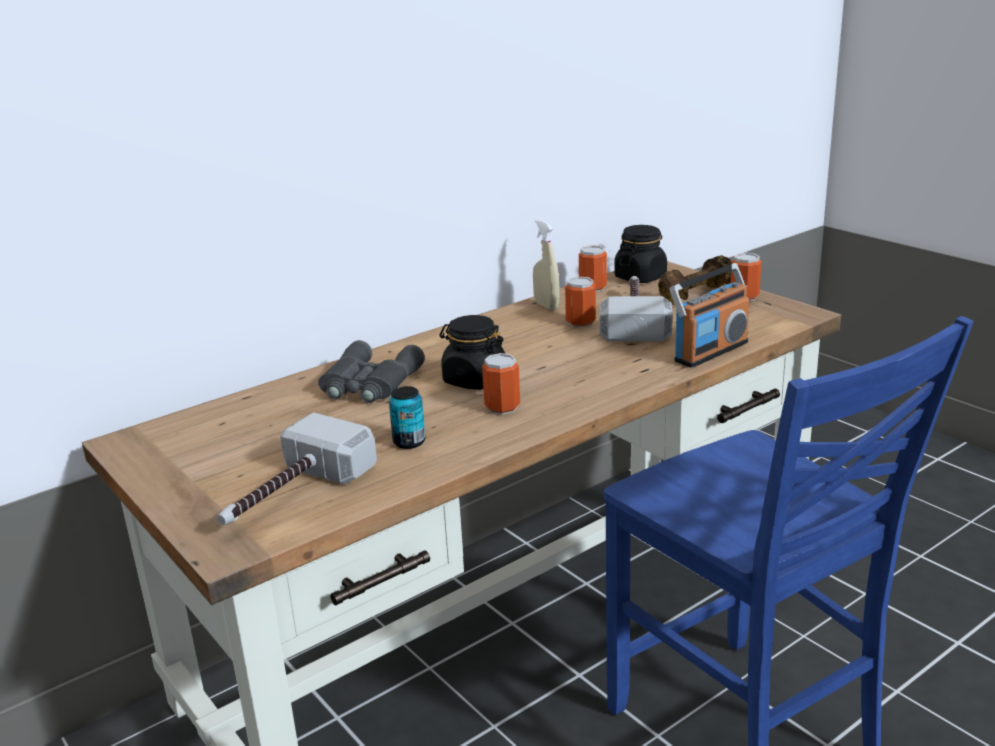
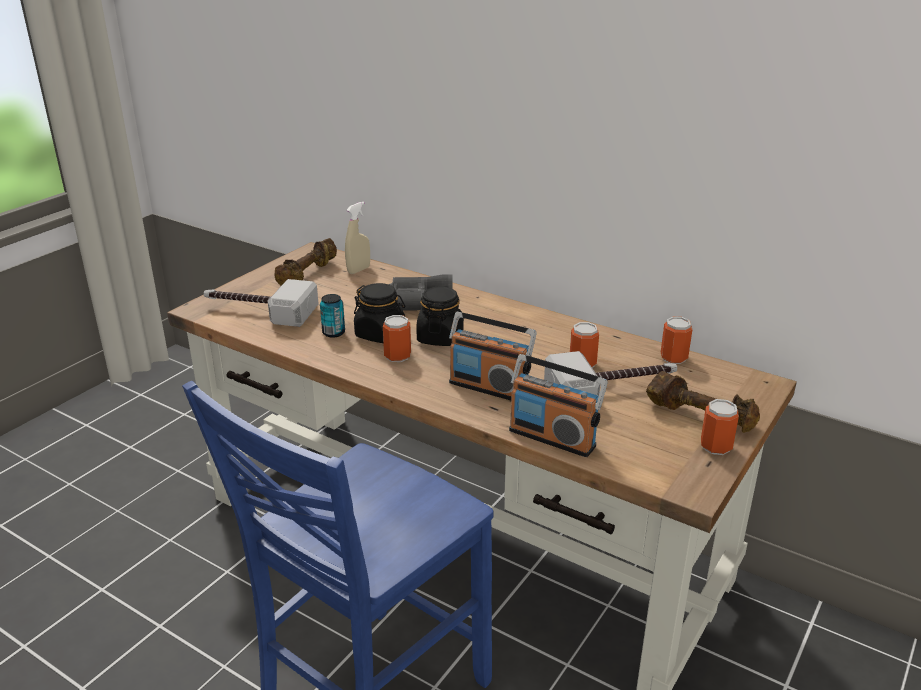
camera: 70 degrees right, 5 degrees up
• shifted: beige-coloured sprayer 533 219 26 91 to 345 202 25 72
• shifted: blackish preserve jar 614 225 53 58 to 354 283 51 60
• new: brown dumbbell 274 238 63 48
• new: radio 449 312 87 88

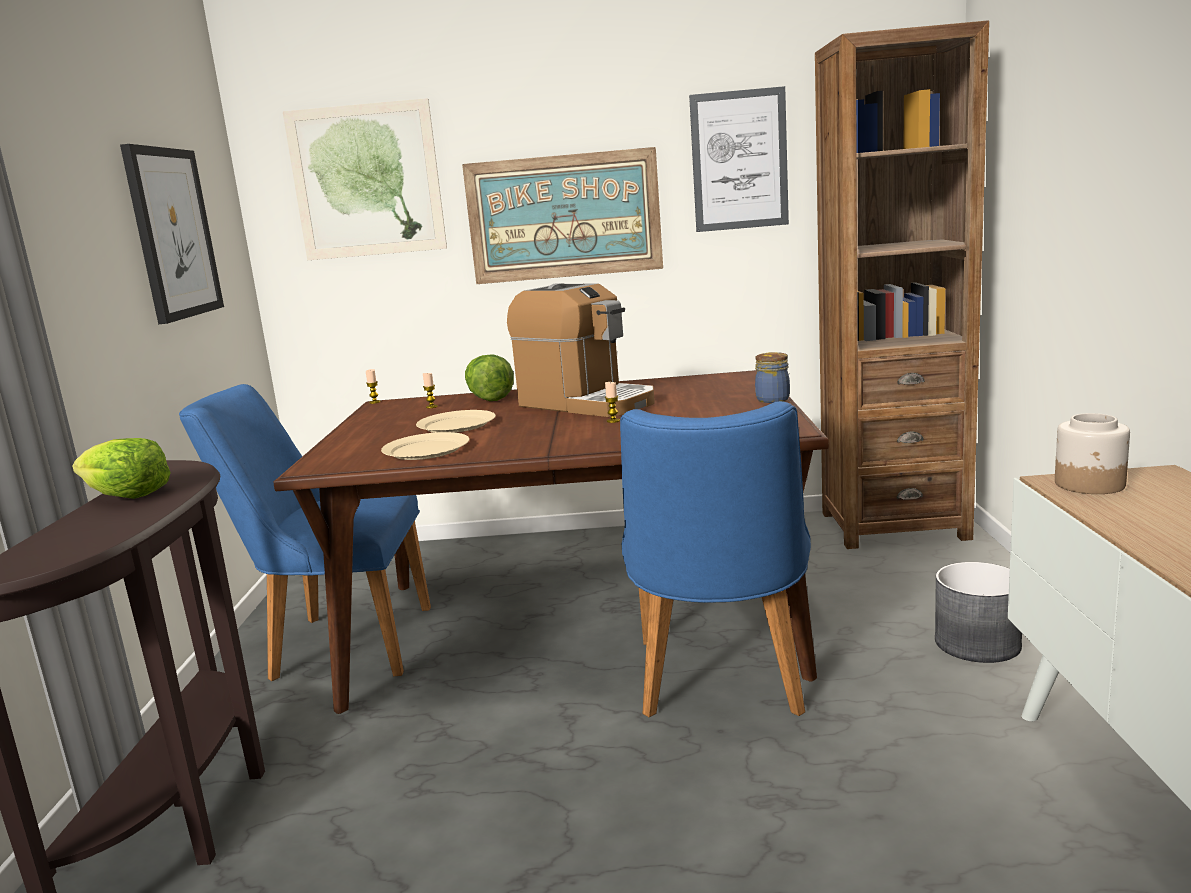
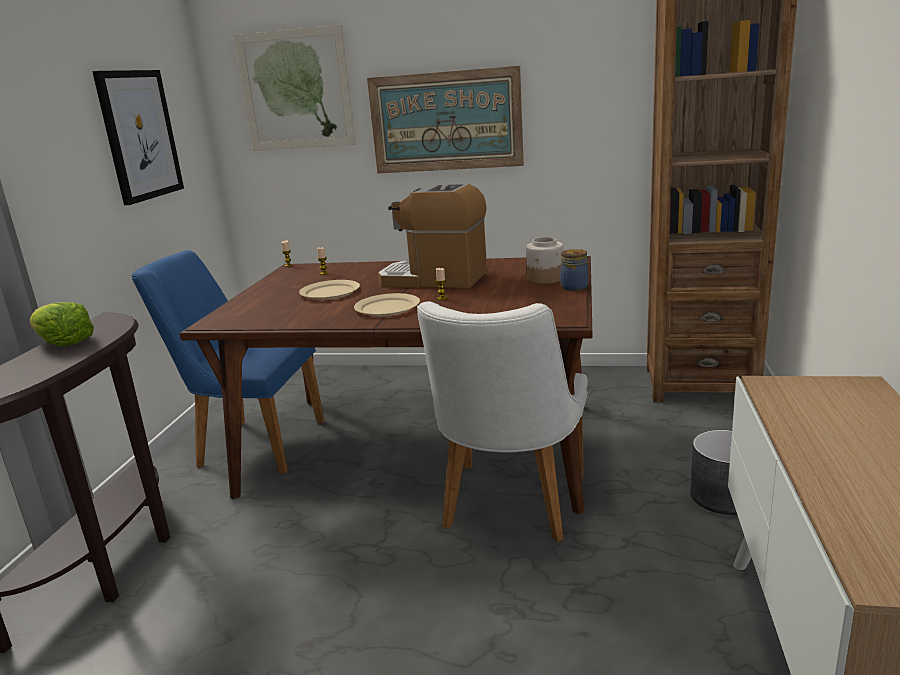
camera: 10 degrees right, 5 degrees up
• gone: wall art 689 86 100 146
• rotated: coffee maker 507 283 148 134 = 378 184 109 105 150 degrees clockwise
• gone: head of lettuce 465 354 49 47
• repainted: blue-coloured plain chair 620 401 191 316 to white-coloured plain chair 417 301 171 241
• shifted: preserve jar 1055 413 75 81 to 526 237 38 47
• shifted: beige-coloured dinner plate 381 432 88 28 to 354 293 66 23

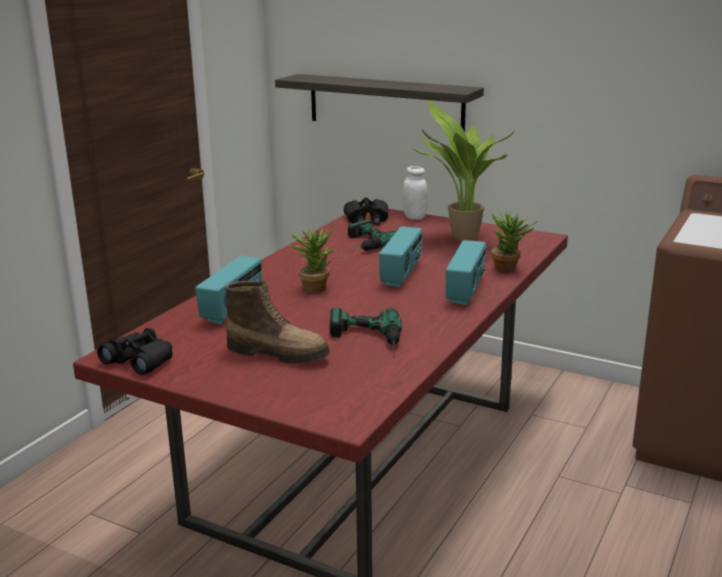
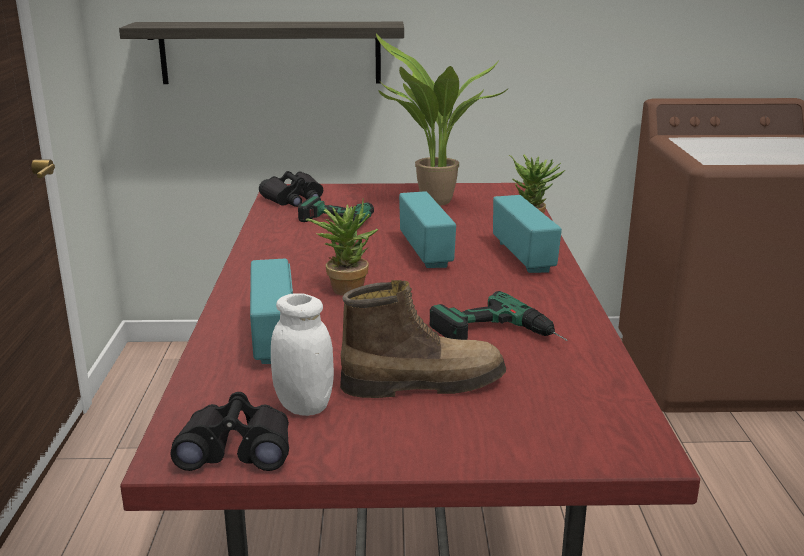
camera: 30 degrees left, 0 degrees up
• shifted: white-coloured preserve jar 402 166 26 54 to 271 293 63 123

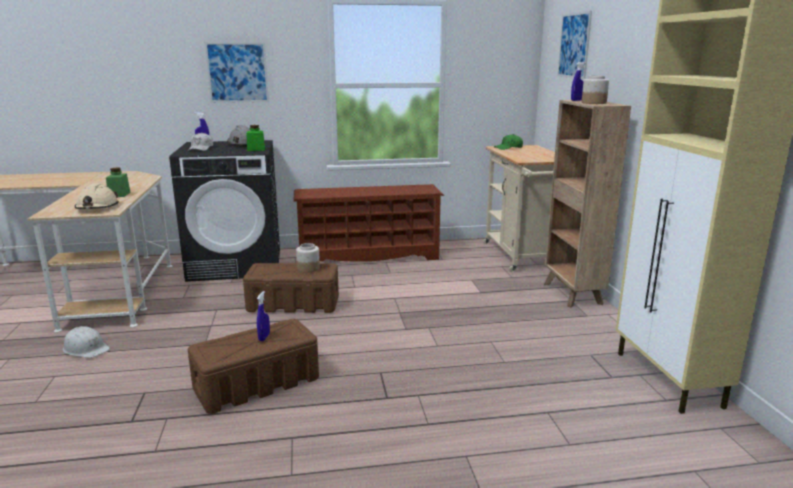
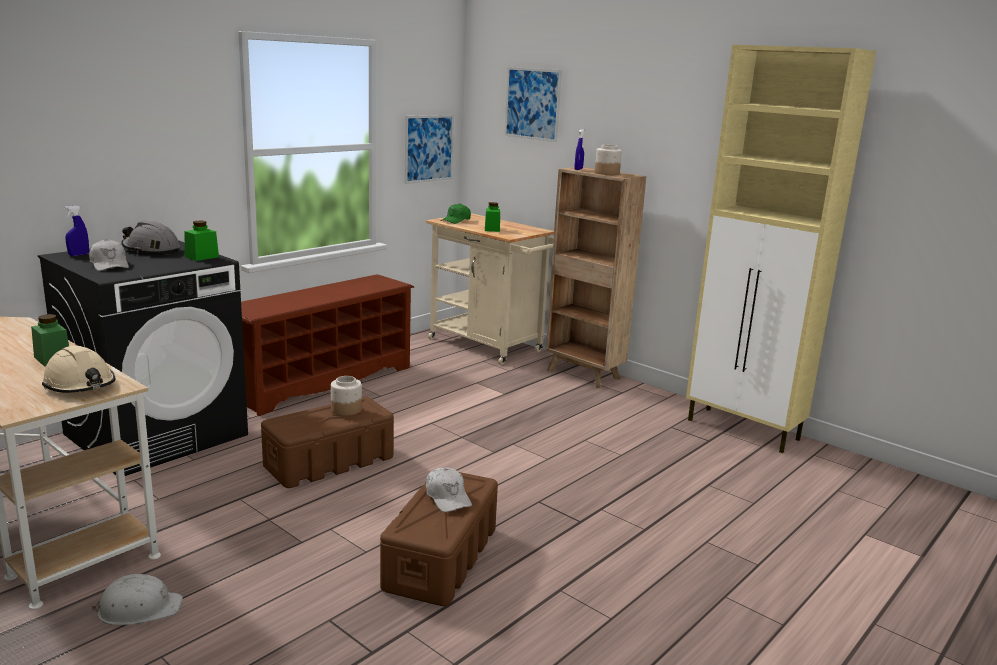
camera: 40 degrees left, 0 degrees up
• shifted: wall art 205 42 64 61 to 405 115 49 69
• swapped: blue-coloured sprayer 257 291 13 50 to white-coloured baseball cap 426 468 46 44
• new: green-coloured preserve jar 485 202 15 30

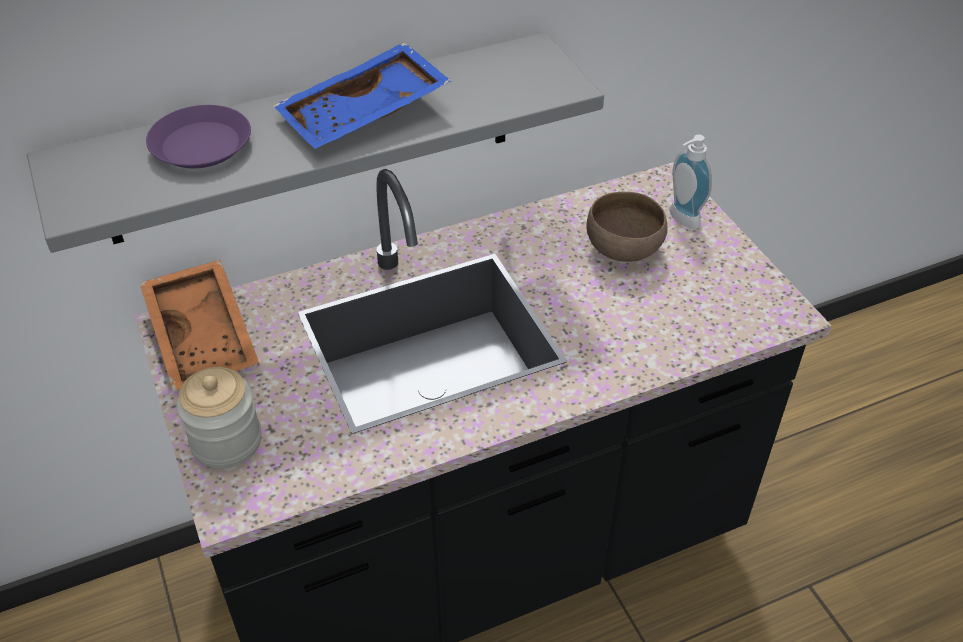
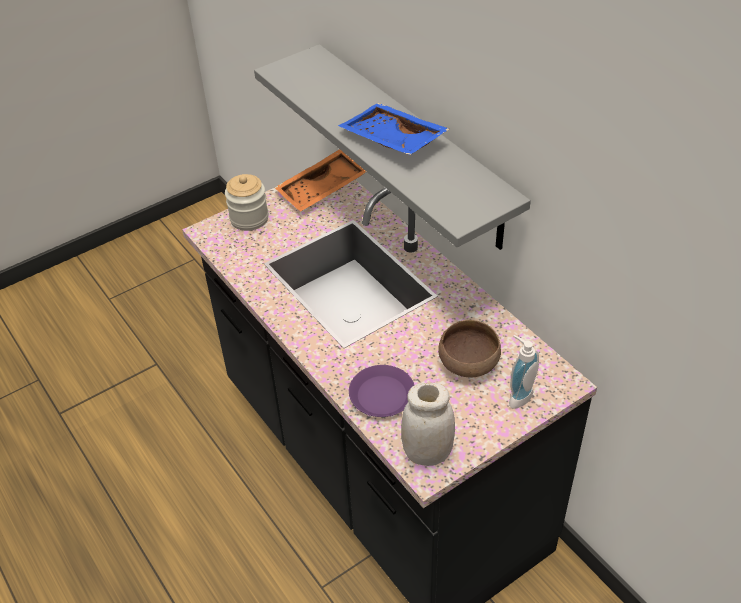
camera: 80 degrees right, 0 degrees up
• shifted: purple-coloured dinner plate 146 105 105 63 to 349 365 65 52
• new: white-coloured preserve jar 401 383 54 83

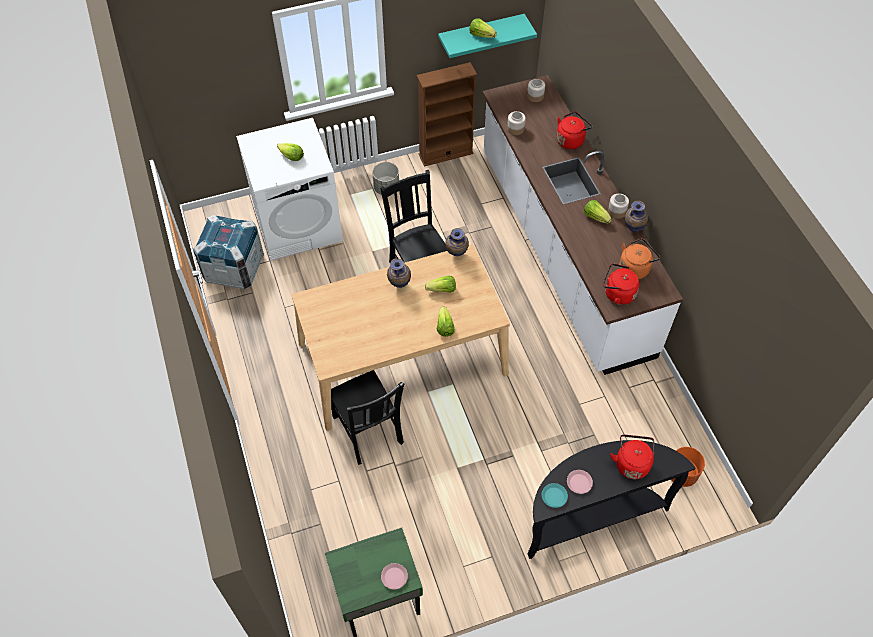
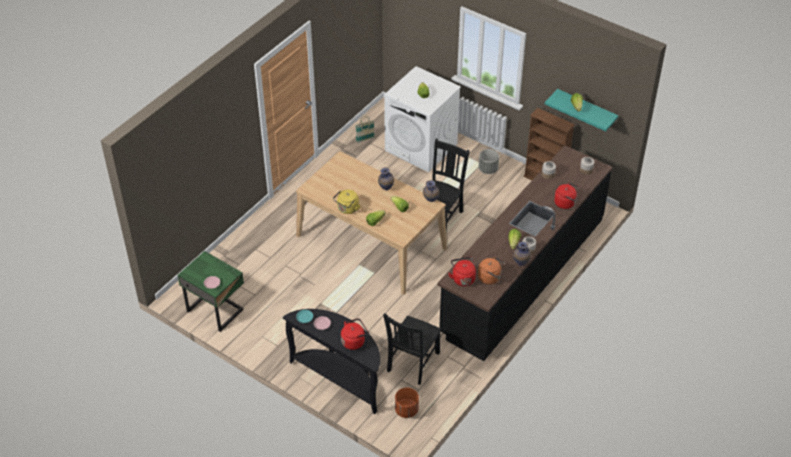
camera: 55 degrees right, 10 degrees down
• repainted: white-coloured kitchen base unit 482 75 201 300 to blackish kitchen base unit 438 145 174 216
• swapped: packing crate 193 214 71 75 to basket 356 116 19 27
• shifted: blackish plain chair 331 370 73 95 to 383 313 58 72
• new: yellow kettle 333 189 27 25

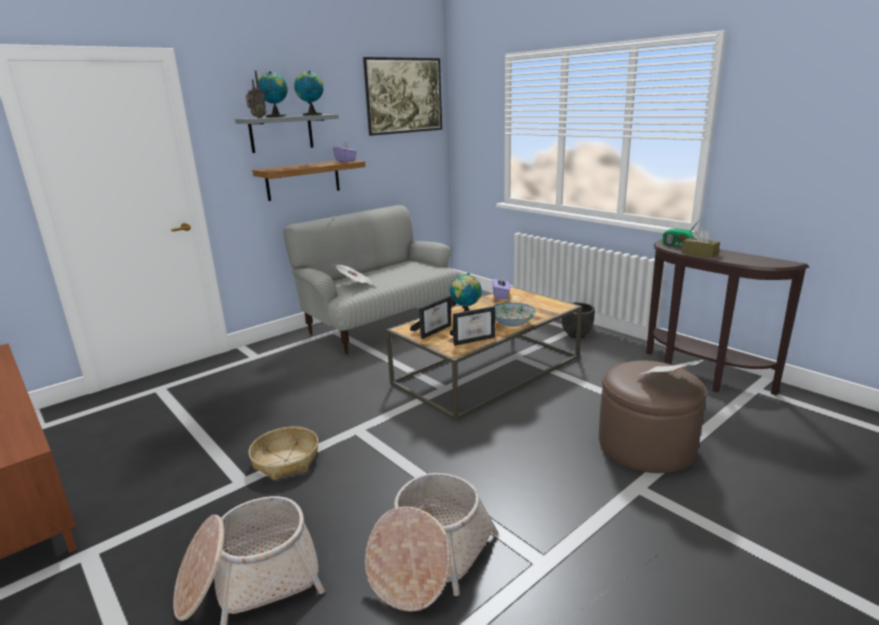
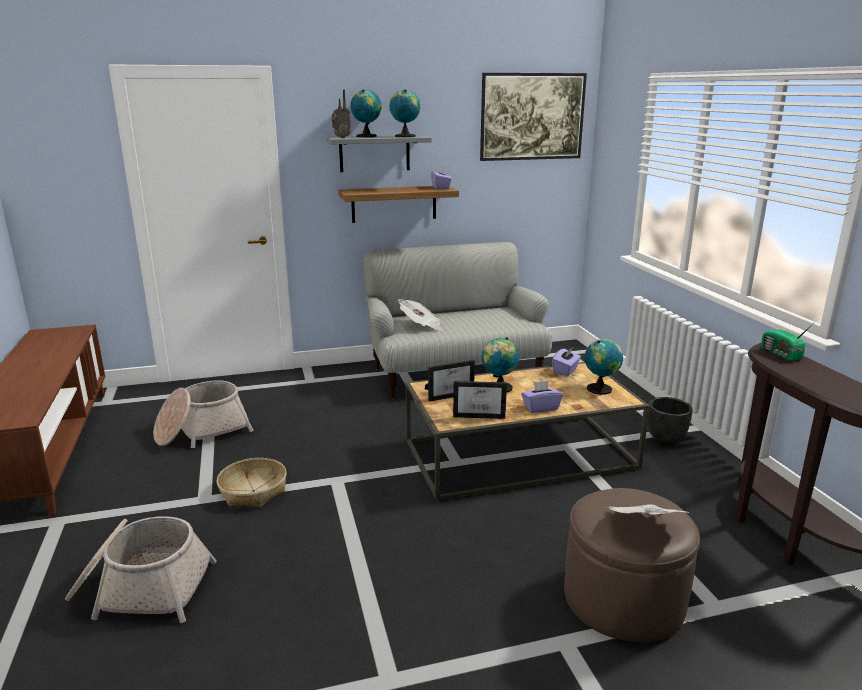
camera: 25 degrees right, 0 degrees up
• gone: brown tissue box 681 229 39 29
• swapped: bowl 494 303 42 24 to purple-coloured tissue box 521 380 42 33
• shifted: basket 365 473 133 139 to 153 380 101 68
• new: desk globe 585 339 38 56

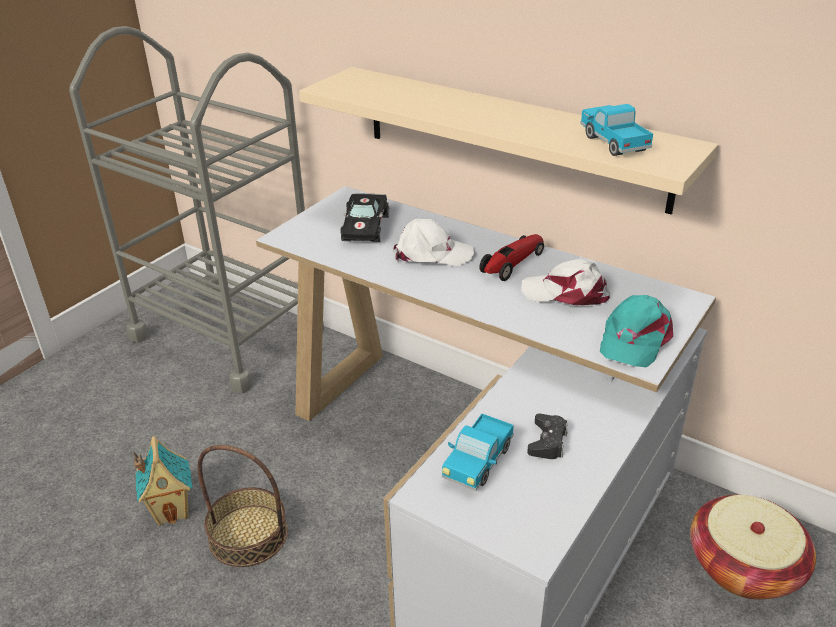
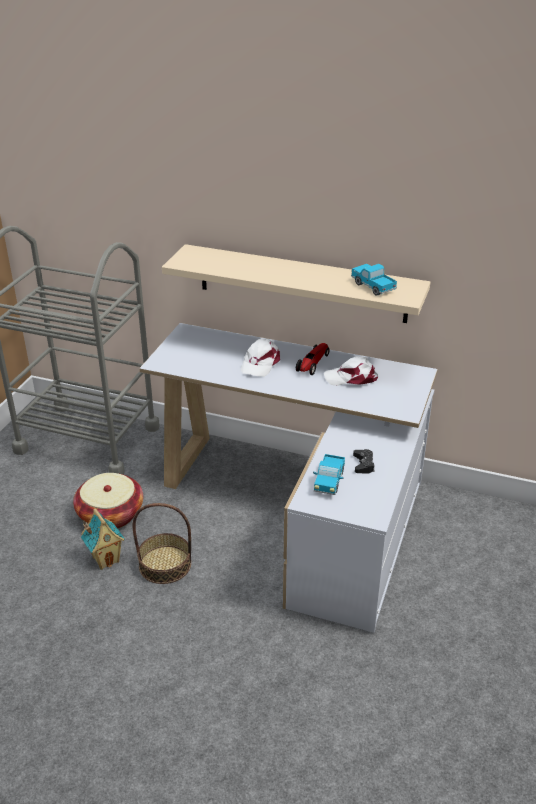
camera: 15 degrees left, 0 degrees up
• gone: blackish miniature car 341 194 49 48
• rotated: white-coloured baseball cap 393 219 81 47 = 240 338 40 39 120 degrees clockwise
• gone: turquoise-coloured baseball cap 600 295 73 73
• shifted: basket 690 495 126 104 to 73 473 70 55

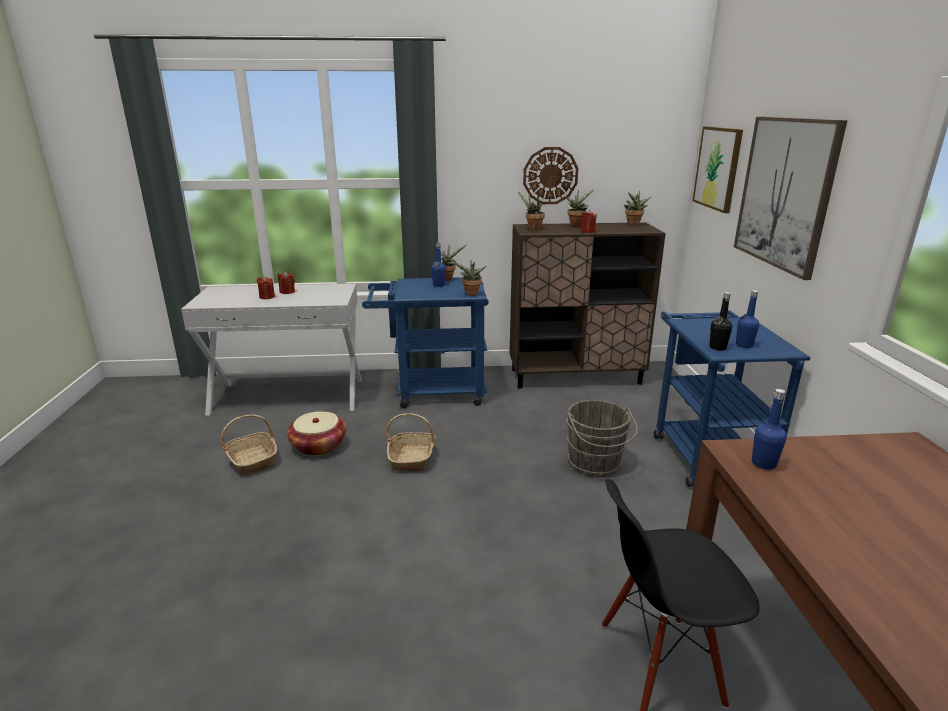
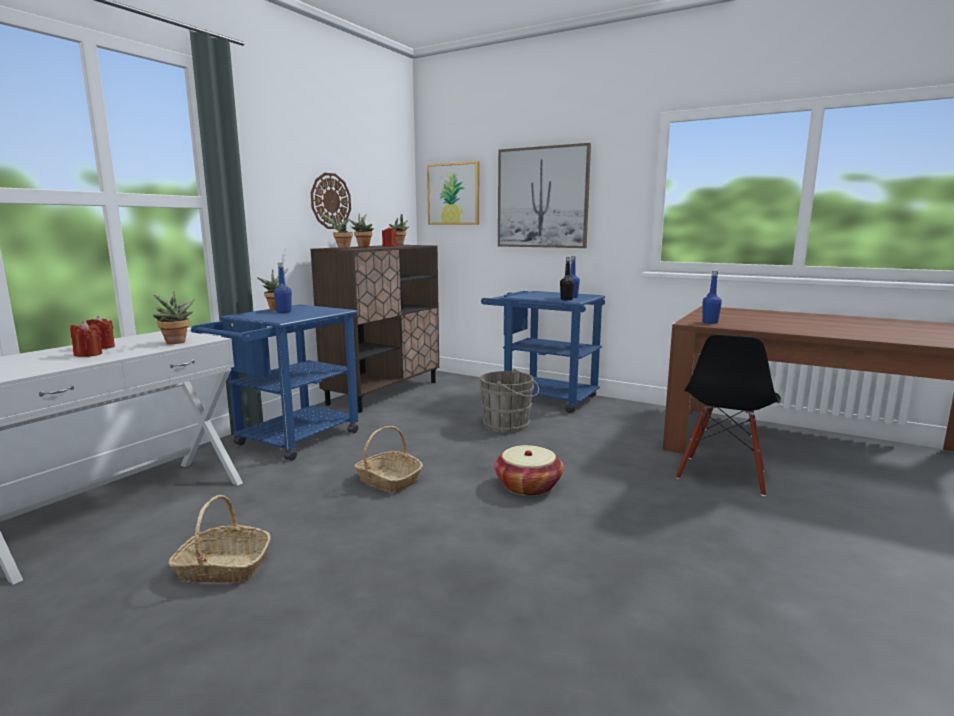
camera: 55 degrees left, 10 degrees down
• shifted: plant in a pot 454 261 32 35 to 153 292 42 52
• shifted: basket 287 411 59 45 to 494 445 69 51

